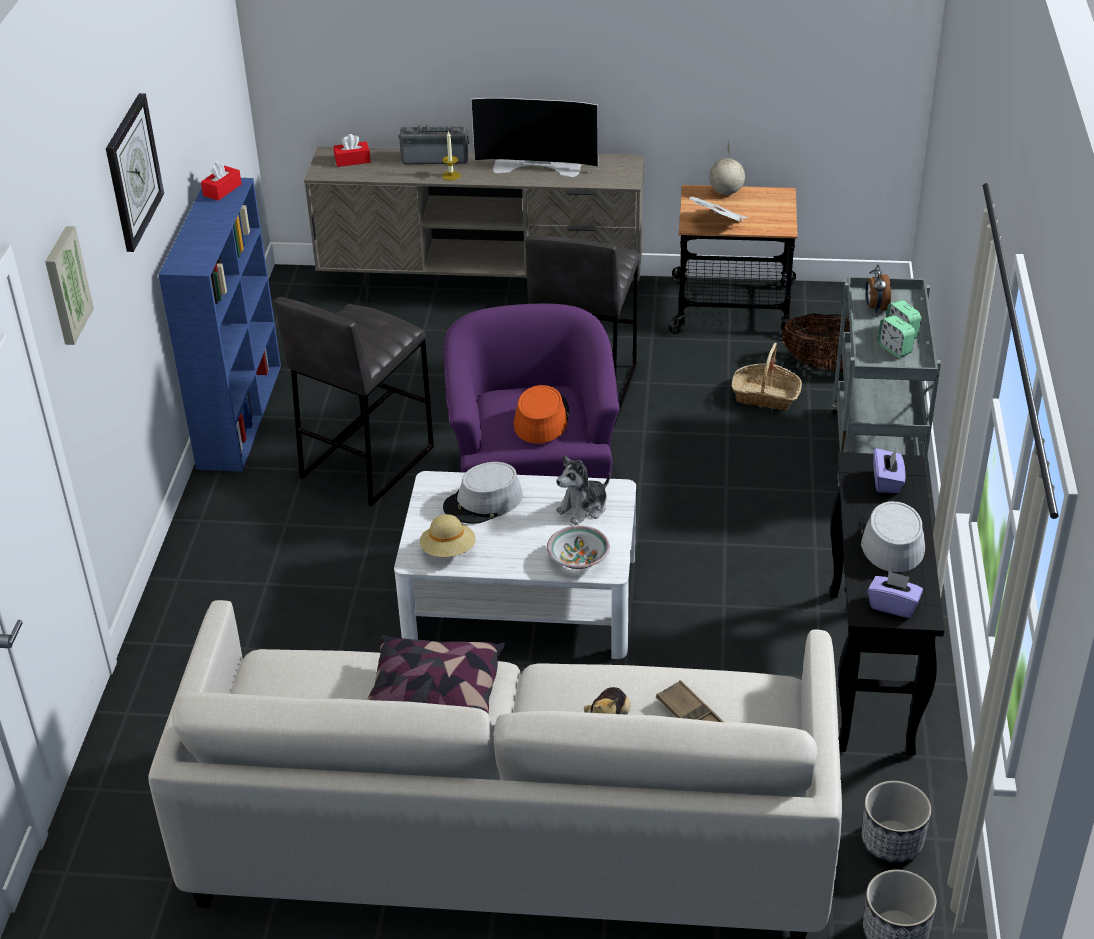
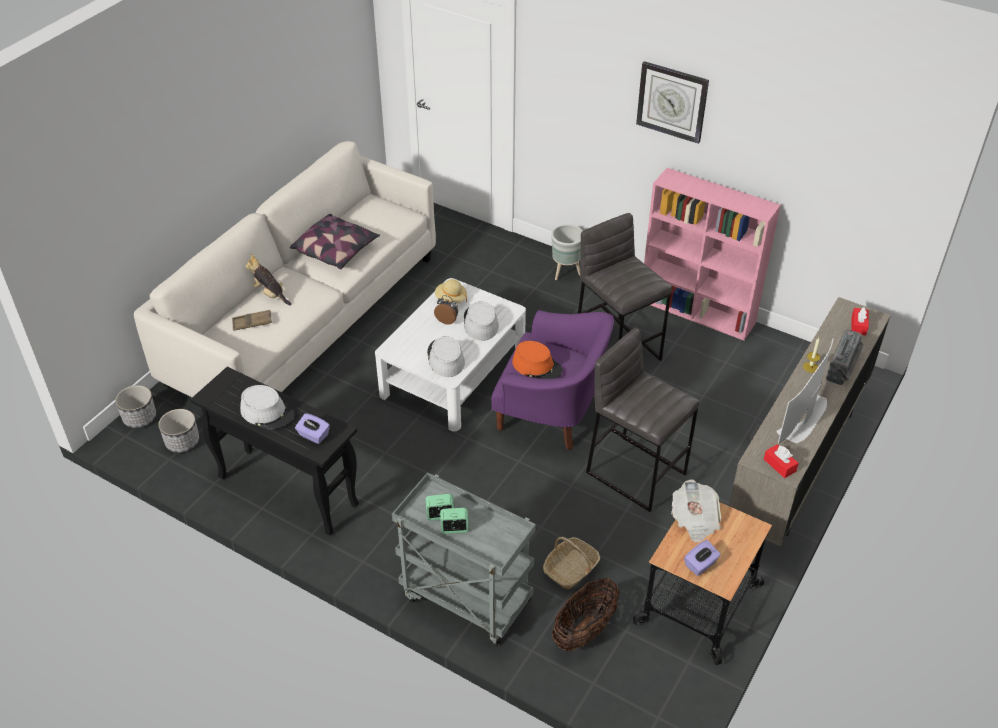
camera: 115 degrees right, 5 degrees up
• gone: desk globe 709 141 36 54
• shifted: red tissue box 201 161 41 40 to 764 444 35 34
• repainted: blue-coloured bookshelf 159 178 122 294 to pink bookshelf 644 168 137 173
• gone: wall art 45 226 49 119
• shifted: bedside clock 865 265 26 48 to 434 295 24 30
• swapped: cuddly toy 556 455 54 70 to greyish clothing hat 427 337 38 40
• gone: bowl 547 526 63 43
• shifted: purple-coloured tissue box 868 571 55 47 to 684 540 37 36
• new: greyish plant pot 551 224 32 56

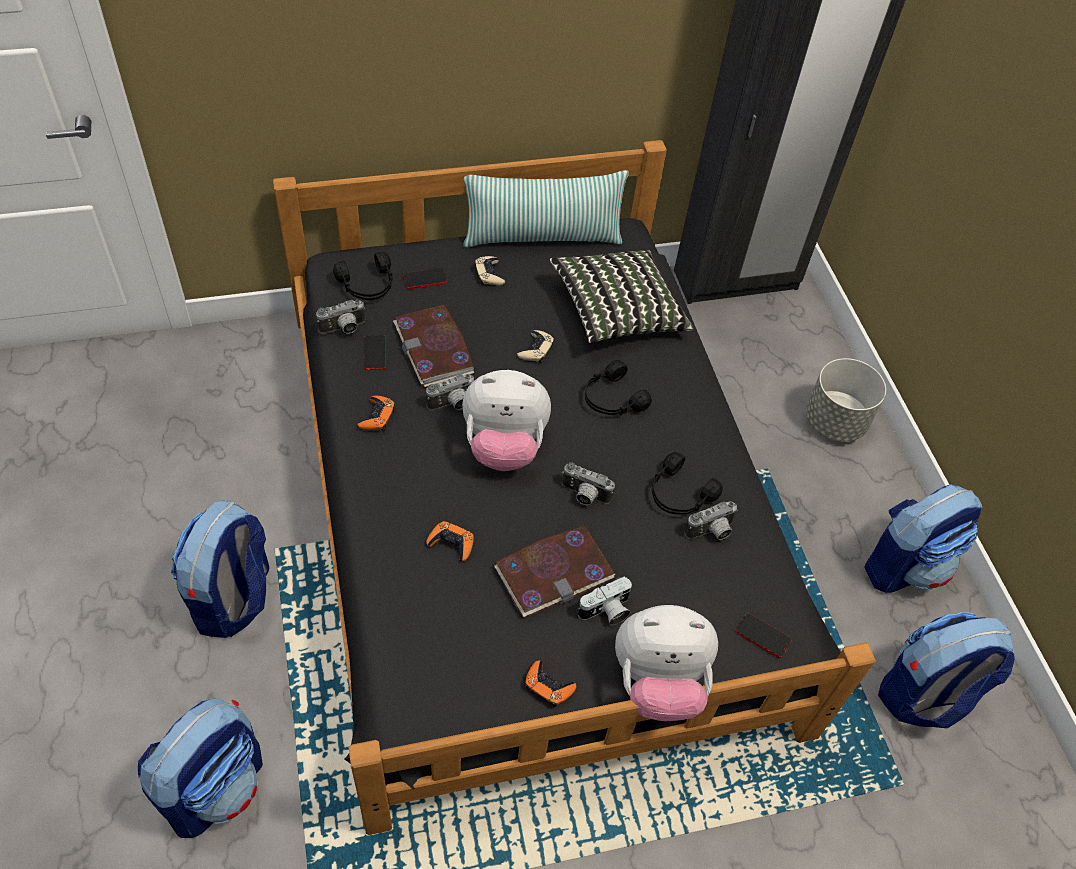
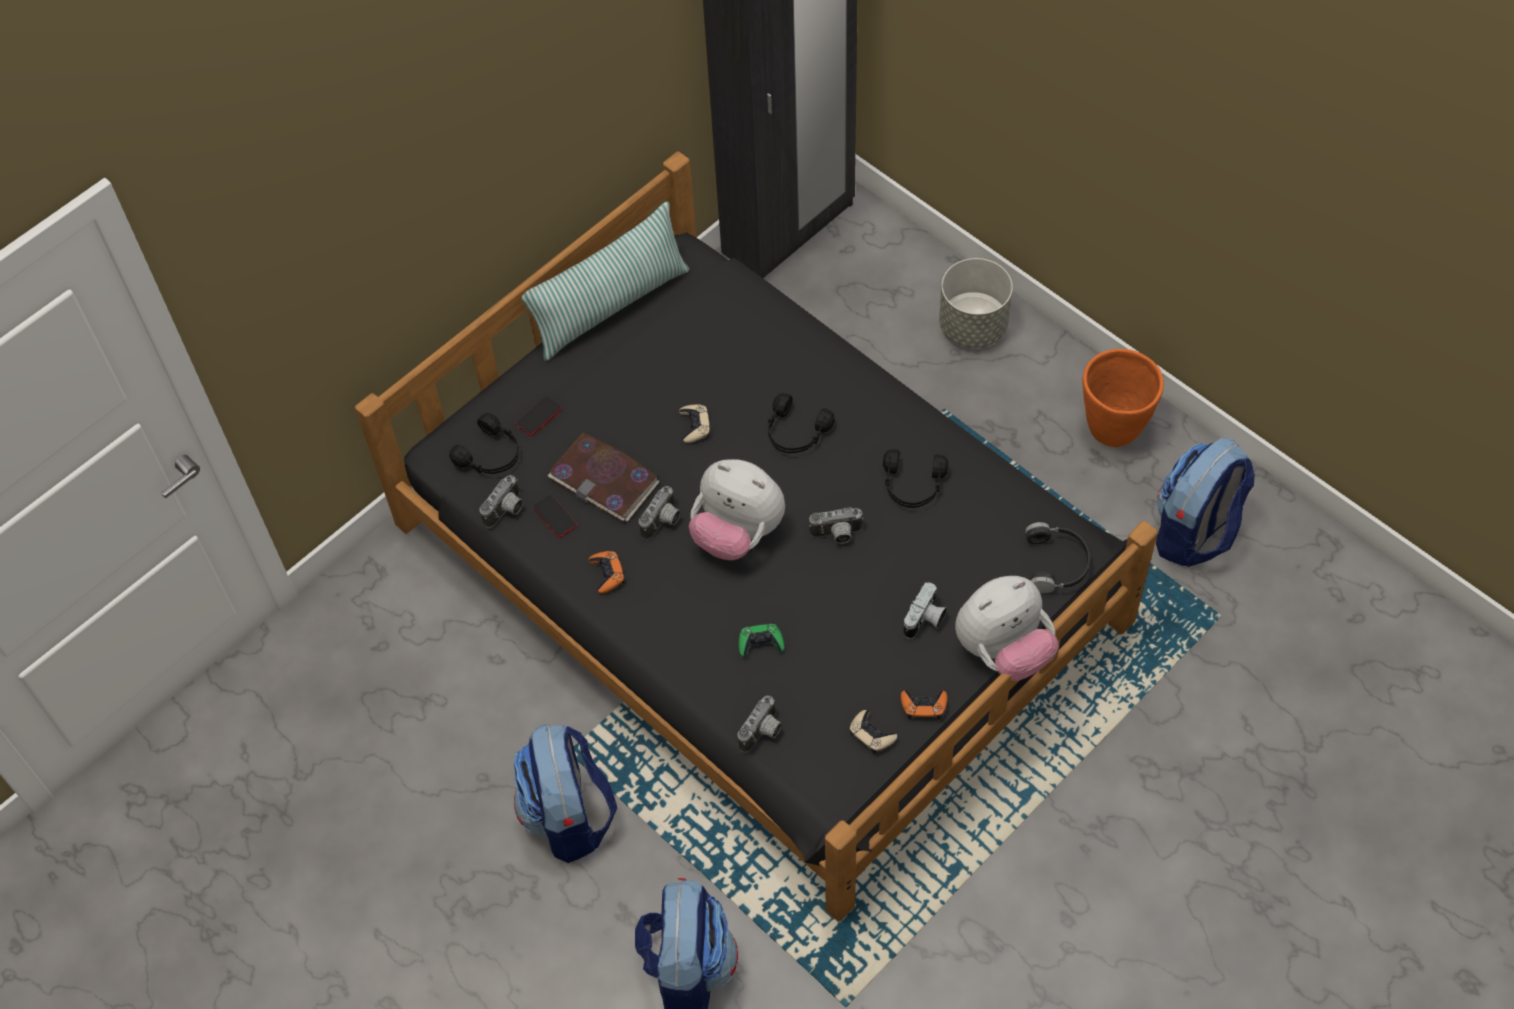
camera: 25 degrees left, 5 degrees up
• gone: throw pillow 550 250 144 93
• shifted: beige-coloured joypad 475 256 30 30 to 849 710 48 44
• rotated: cuddly toy 462 370 89 101 = 689 459 96 101 60 degrees clockwise
• swapped: rucksack 864 484 118 109 to orange plant pot 1083 349 81 98
• shifted: photo camera 684 502 54 38 to 738 696 44 57
• repainted: orange joypad 426 521 48 41 to green-coloured joypad 739 624 45 34
• gone: volume 494 525 121 93
• swapped: phone 736 614 55 44 to blackish headphones 1026 522 65 71

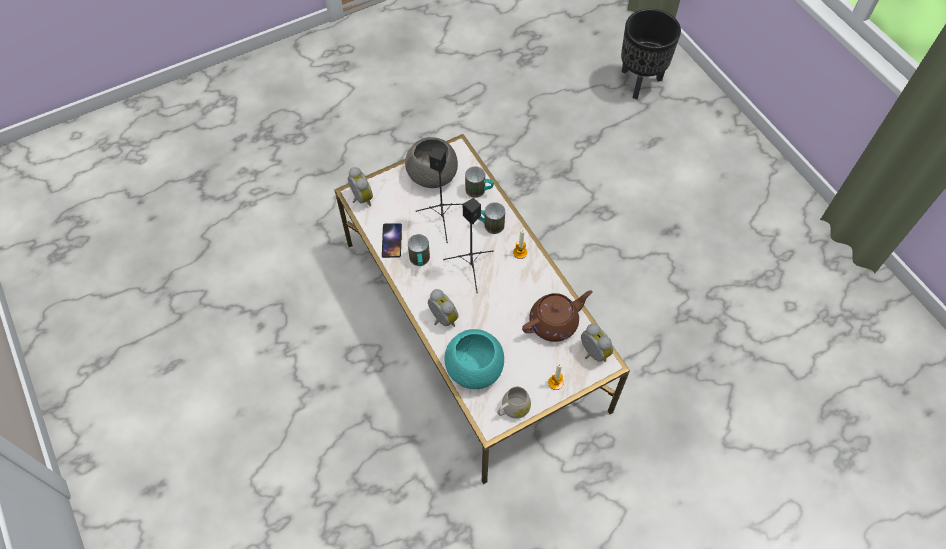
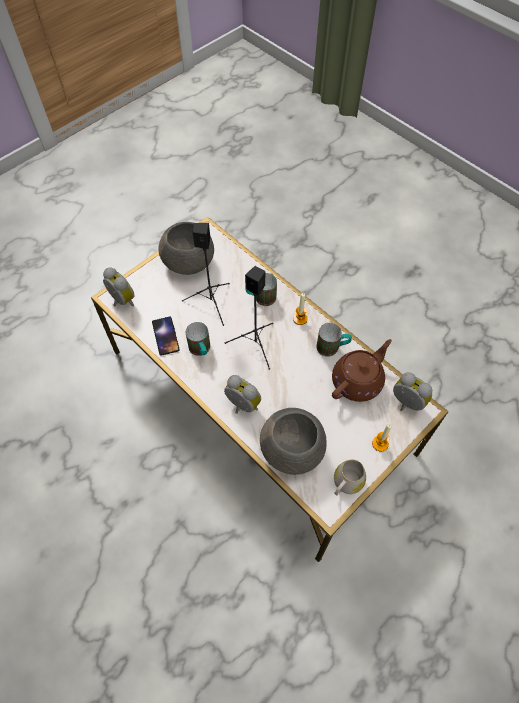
camera: 15 degrees left, 0 degrees up
• gone: blackish plant pot 621 9 60 90
• shifted: coffee mug 465 167 29 31 to 316 323 36 34
• repainted: turquoise-coloured bowl 444 329 60 60 to greyish bowl 260 408 67 67

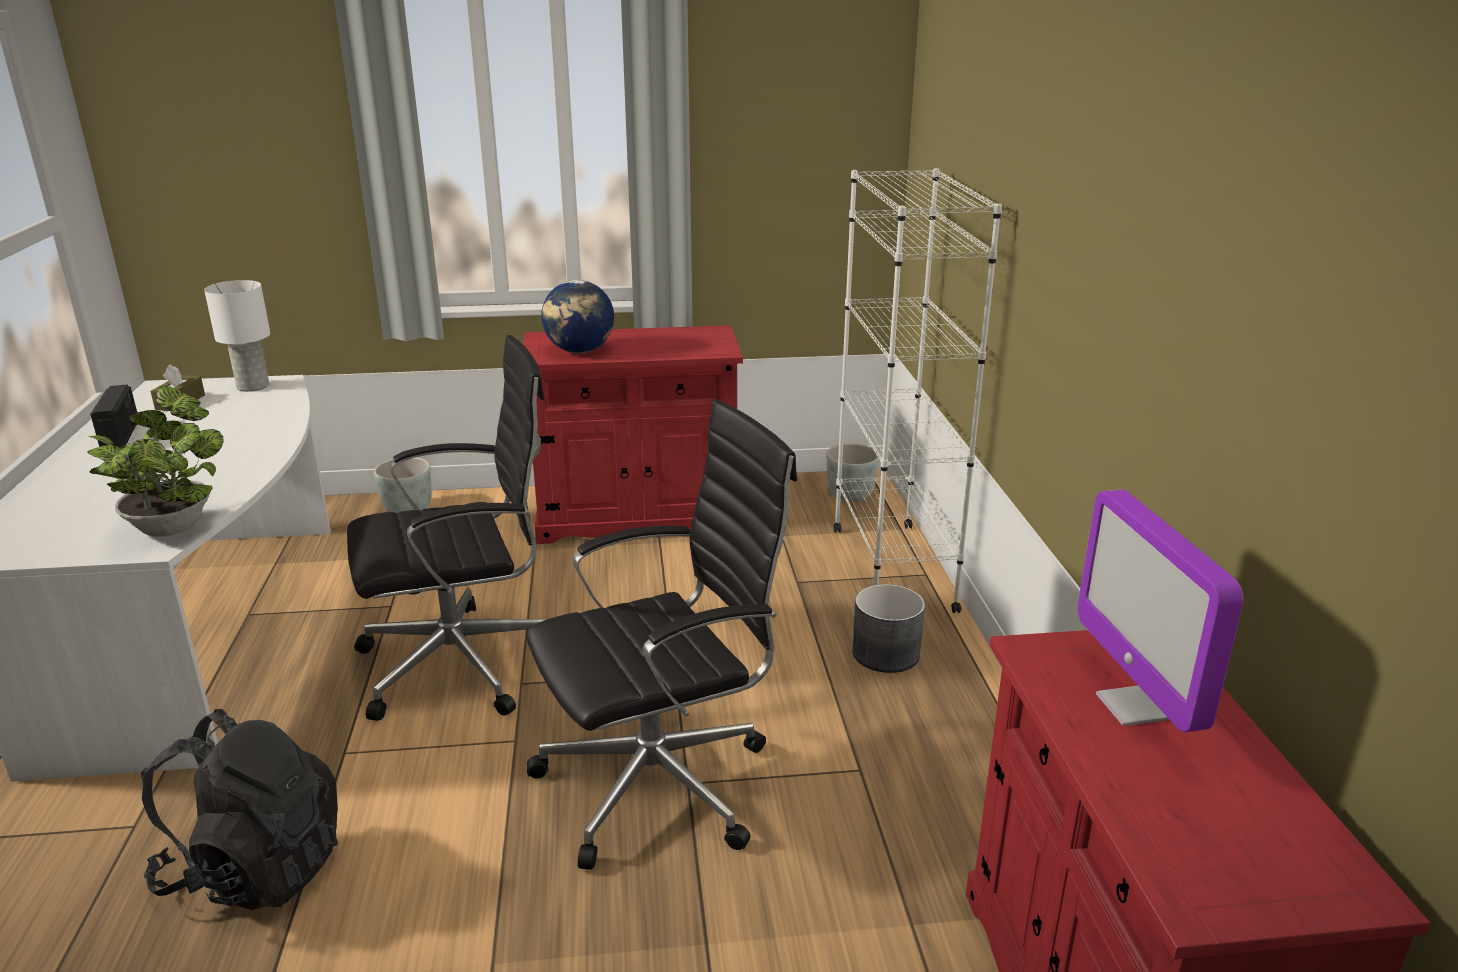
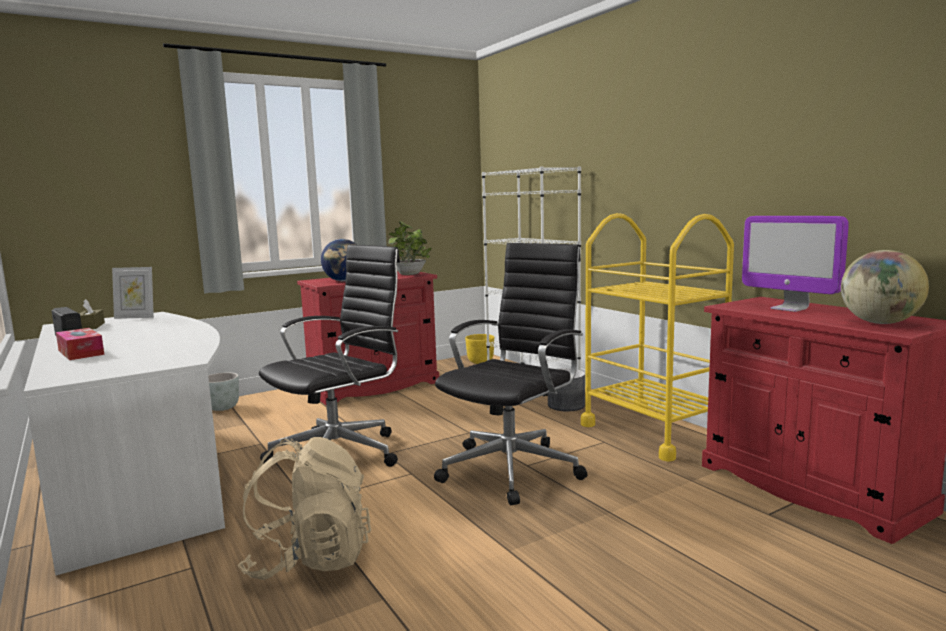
camera: 25 degrees left, 15 degrees down
• swapped: white-coloured lamp for a table 204 280 66 112 to picture frame 112 267 42 52
• shifted: plant in a pot 87 387 136 150 to 388 221 44 54
• repainted: greyish plant pot 826 444 53 58 to yellow plant pot 465 334 29 30
• repainted: blackish rucksack 141 709 197 201 to beige-coloured rucksack 237 437 134 143
• new: yellow cart 581 213 153 249
• new: desk globe 841 250 88 74
• new: tissue box 56 328 48 32

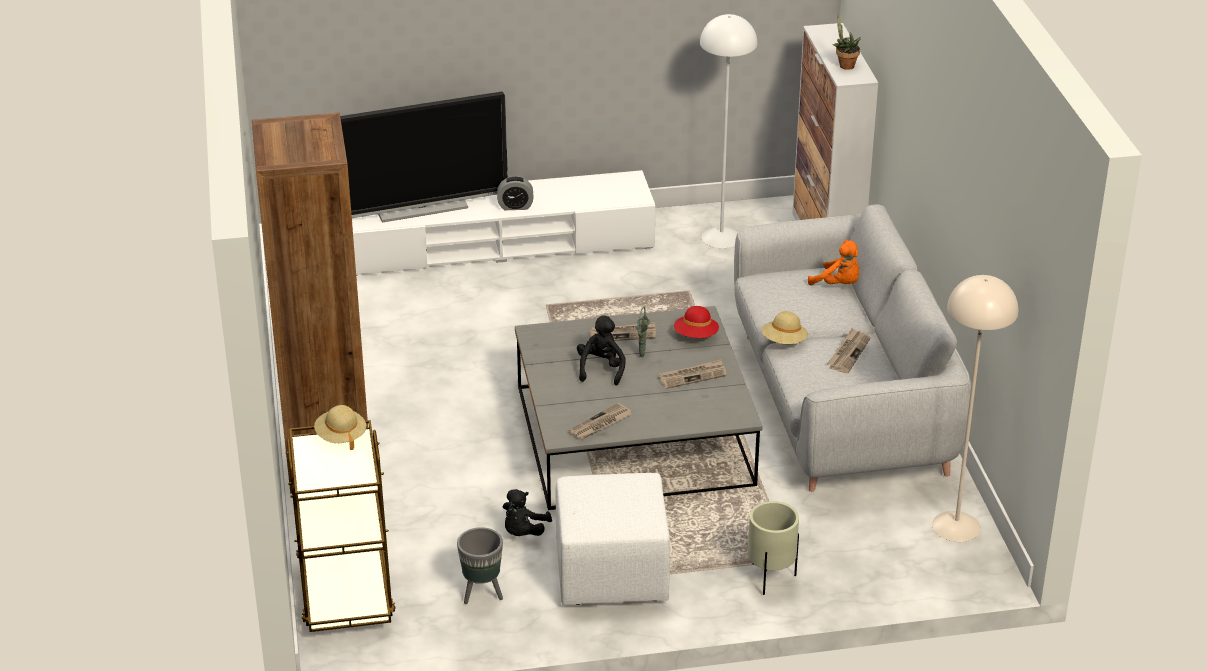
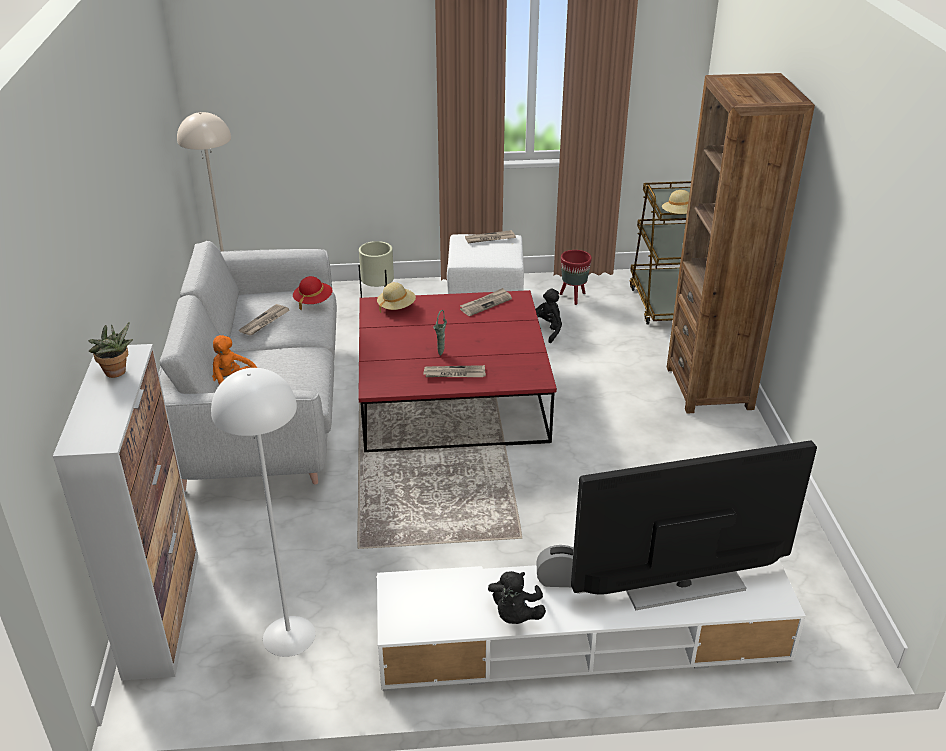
camera: 175 degrees left, 0 degrees up
• repainted: greyish coffee table 515 306 248 204 to red coffee table 358 290 199 162
• shifted: red clothing hat 674 306 45 32 to 293 276 40 34
• shifted: beige-coloured clothing hat 761 311 47 33 to 377 282 39 31
• shifted: blackish cuddly toy 577 315 49 70 to 488 571 58 53
• shifted: newspaper 658 359 68 30 to 465 230 51 13
• repainted: greyish plant pot 457 527 46 77 to red plant pot 560 250 32 55

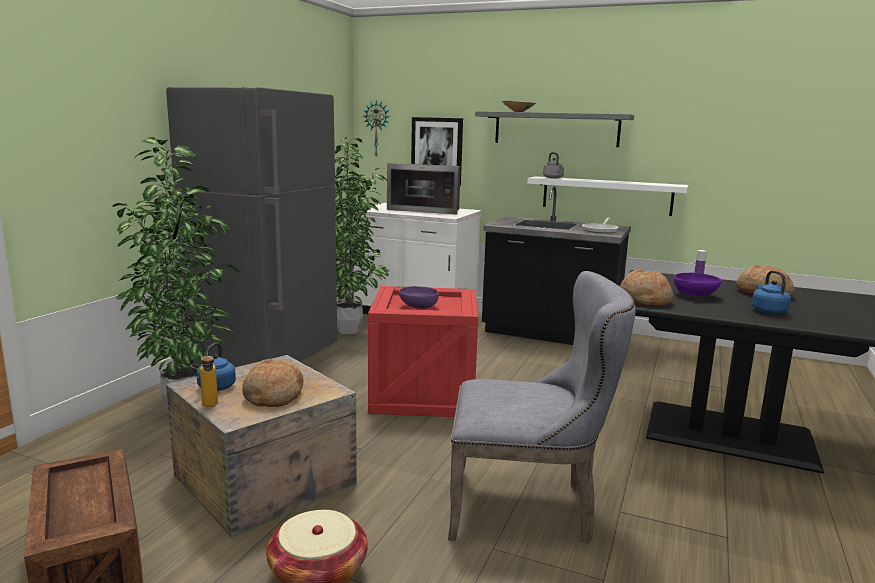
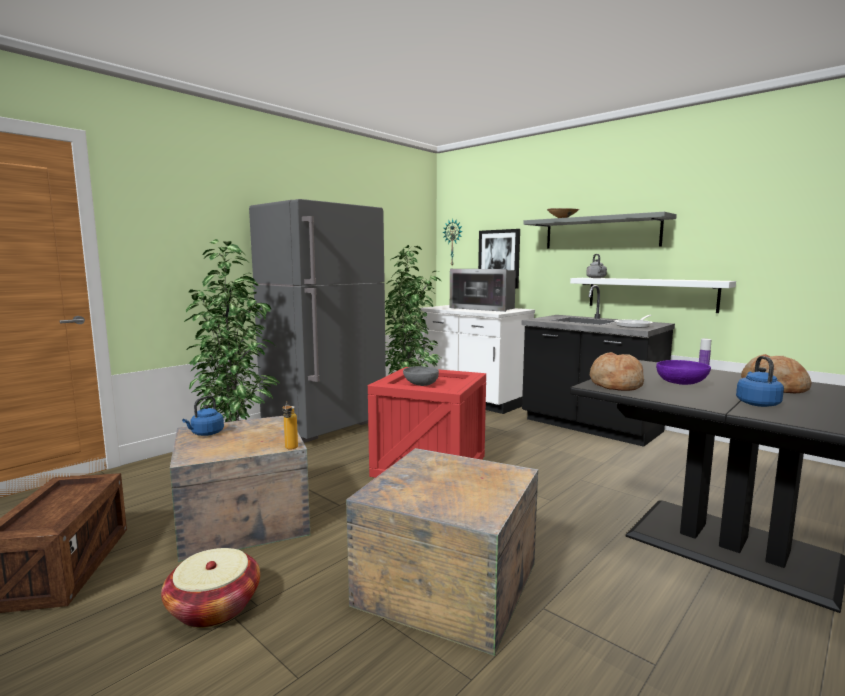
camera: 20 degrees right, 5 degrees down
• swapped: greyish plain chair 448 271 188 273 to packing crate 346 448 192 208
• repainted: purple-coloured bowl 399 286 40 23 to greyish bowl 403 366 36 20
• shifted: beverage bottle 200 353 18 54 to 282 401 16 48
• gone: bakery bread 242 359 62 48

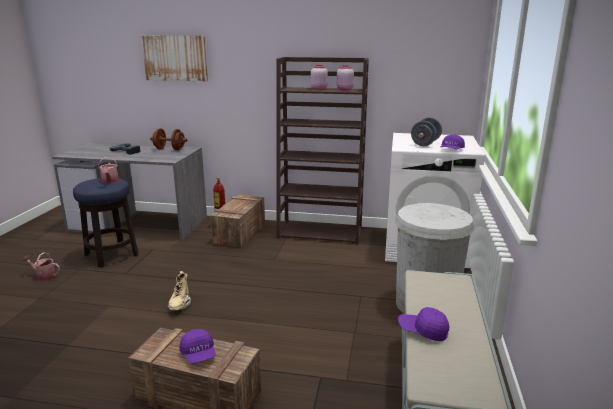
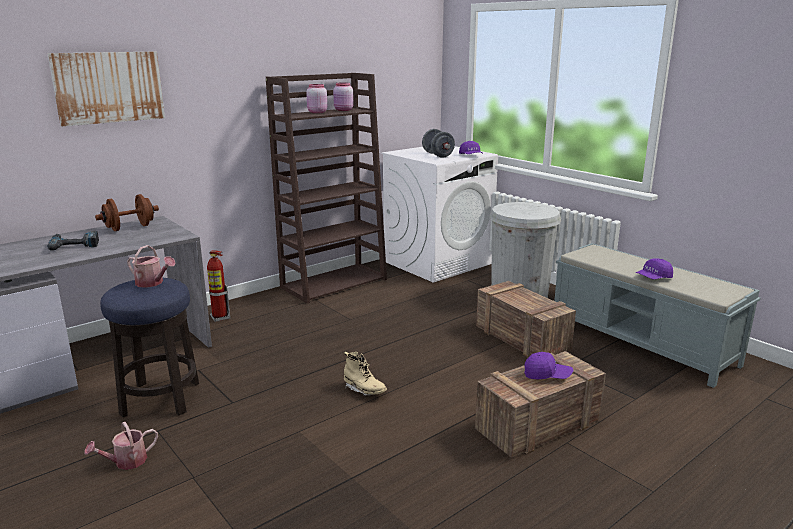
camera: 50 degrees left, 0 degrees up
• shifted: packing crate 211 194 54 53 to 476 281 100 76

